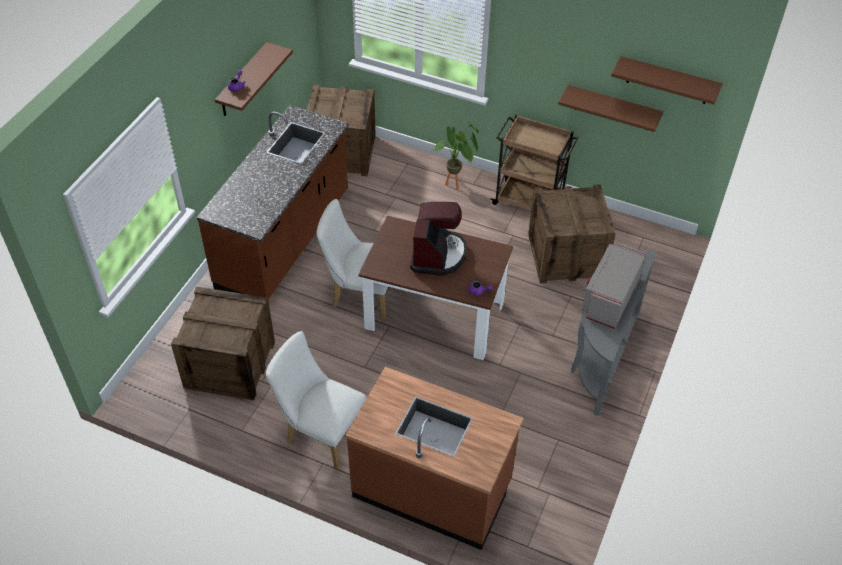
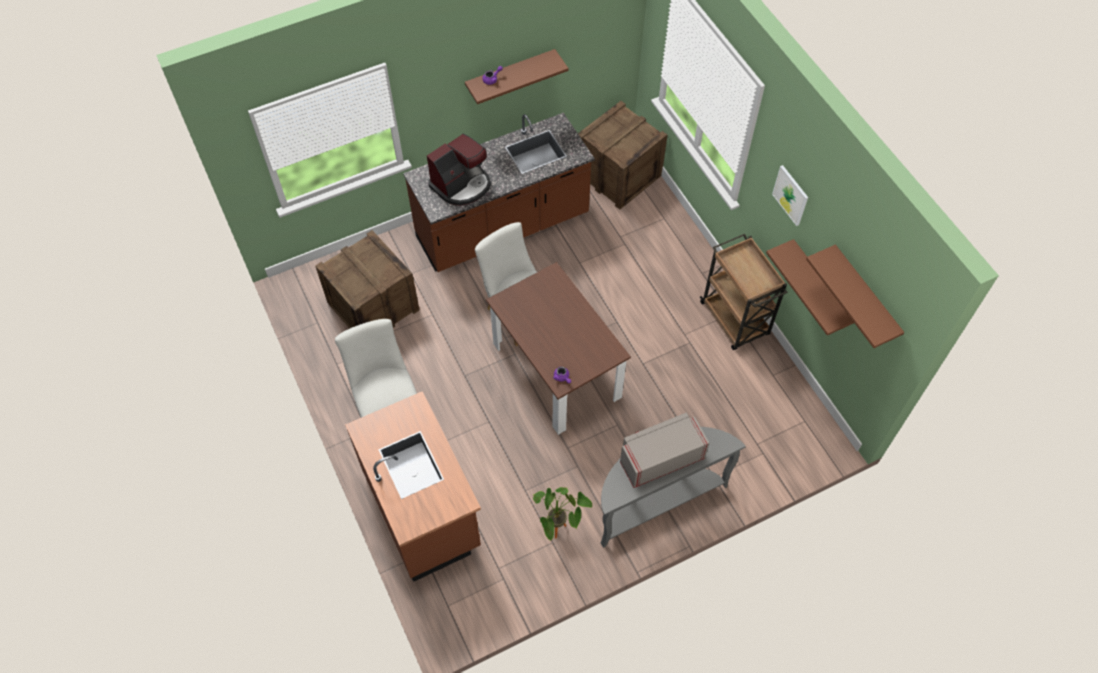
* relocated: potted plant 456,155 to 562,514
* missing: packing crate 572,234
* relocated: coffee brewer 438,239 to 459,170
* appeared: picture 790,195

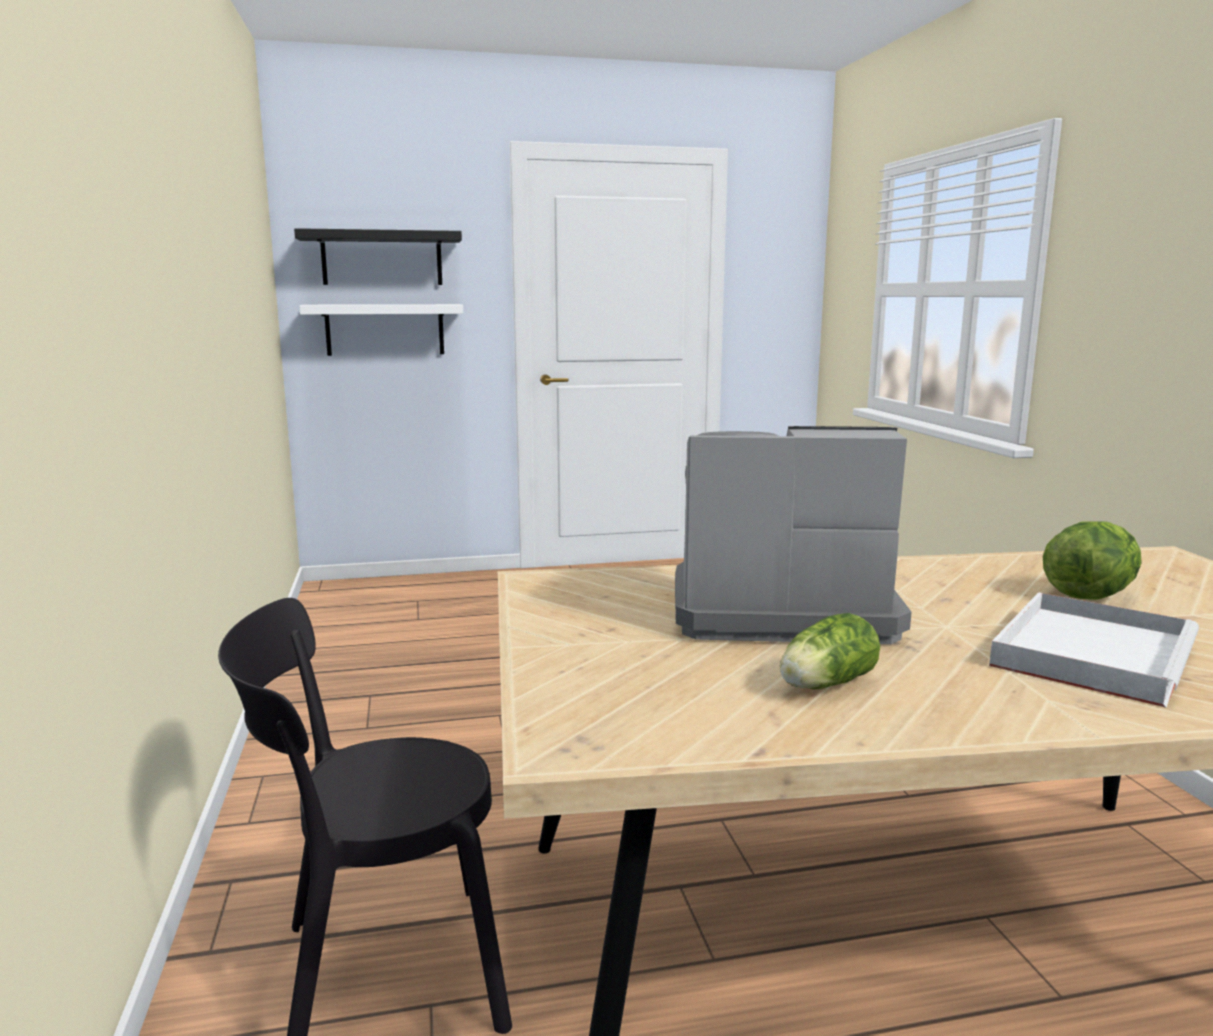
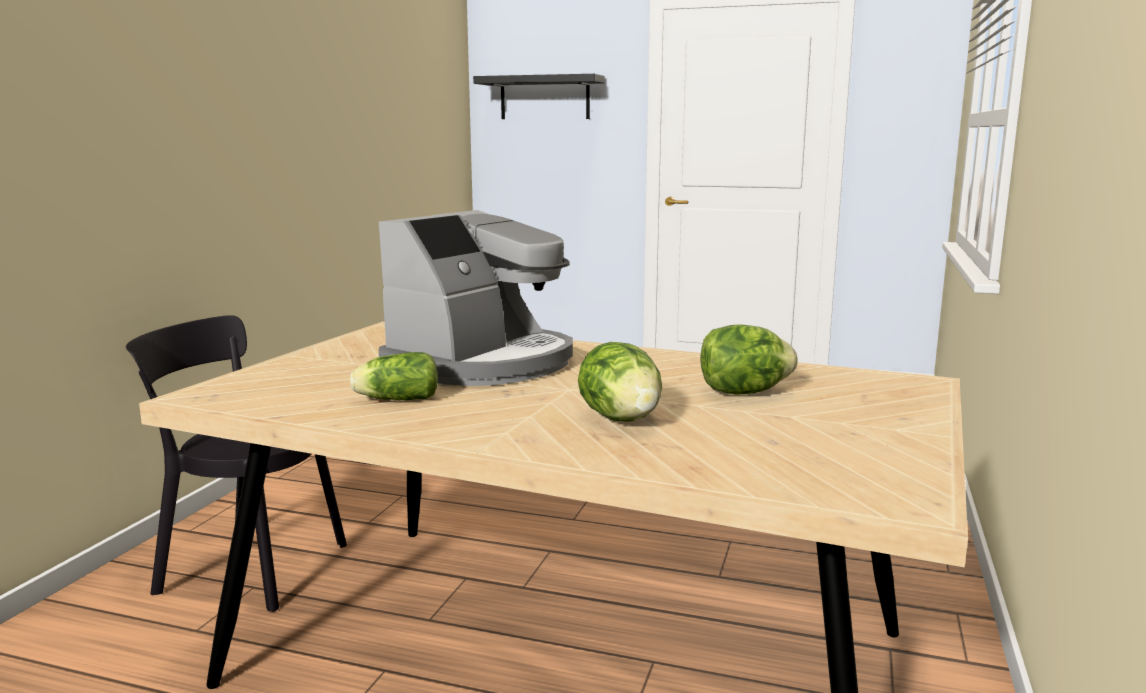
* missing: white wall shelf 381,330
* spun: coffee brewer 793,535 = 476,298 90 degrees clockwise
* exchanged: white carrying tray 1094,650 to lettuce 620,382

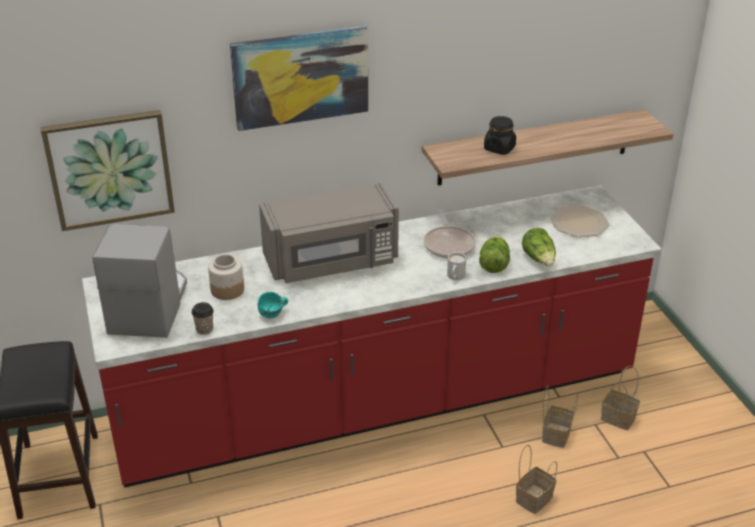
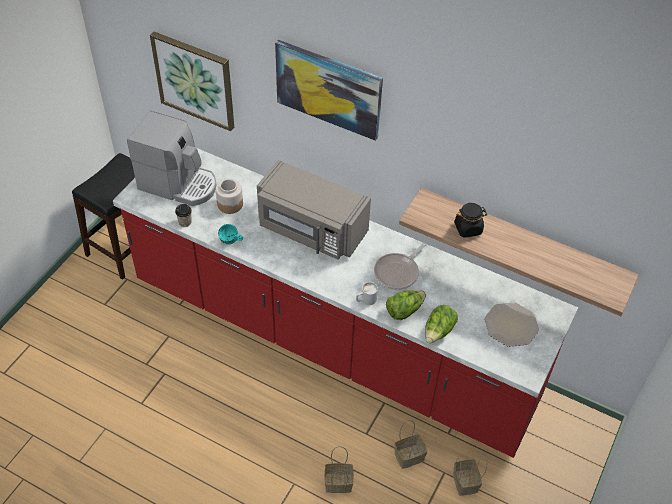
* spun: coffee brewer 139,281 = 172,158 60 degrees clockwise

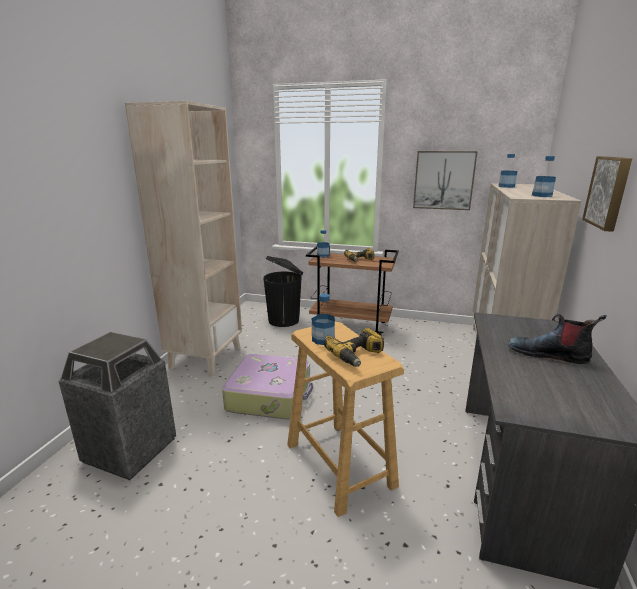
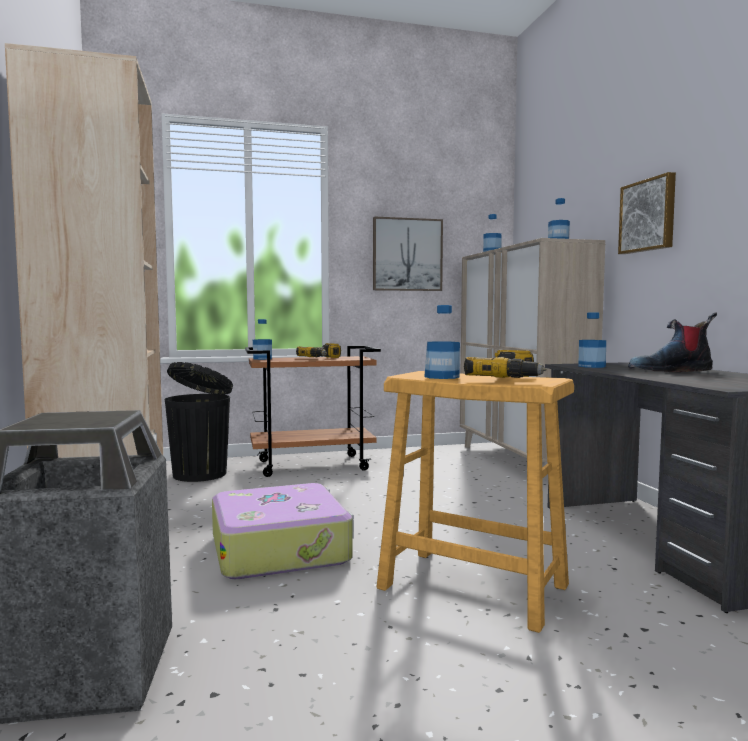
* appeared: drink bottle 592,340

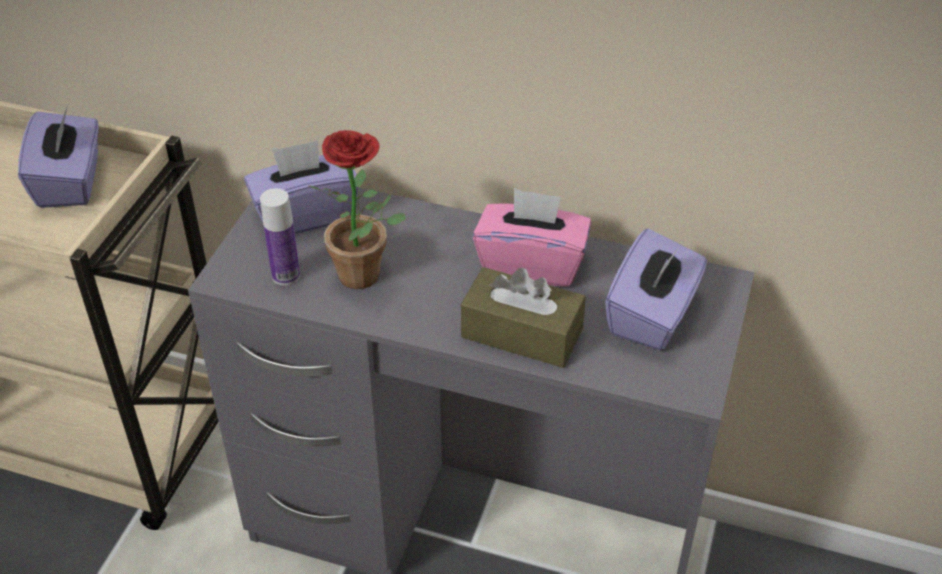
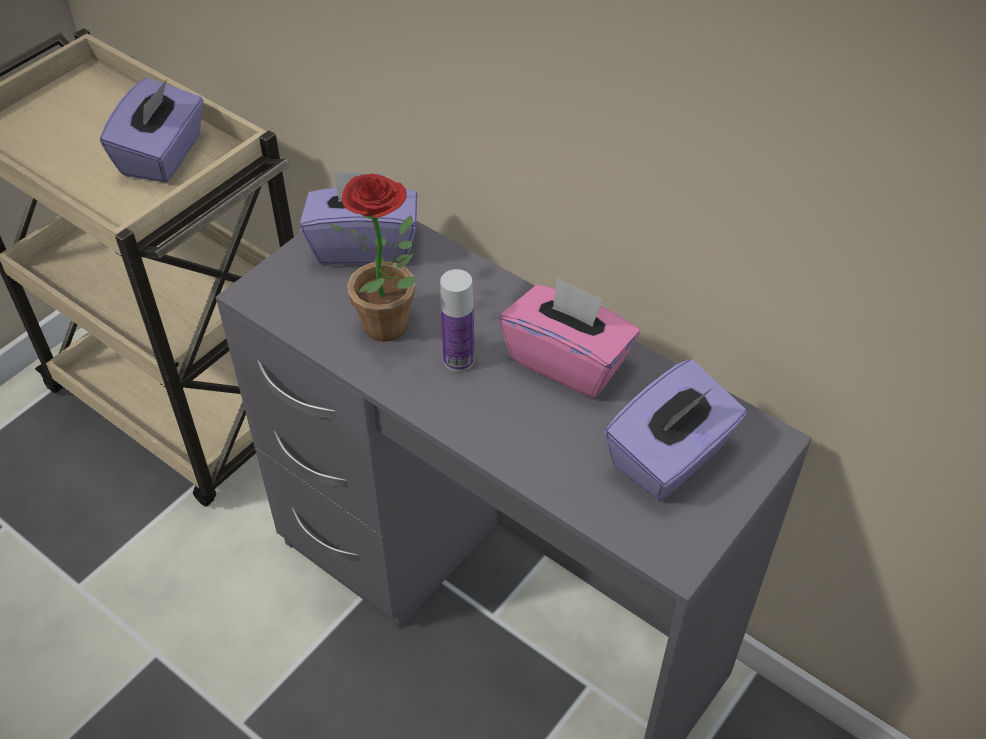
* relocated: drink bottle 280,237 to 457,320
* missing: brownish tissue holder 523,317

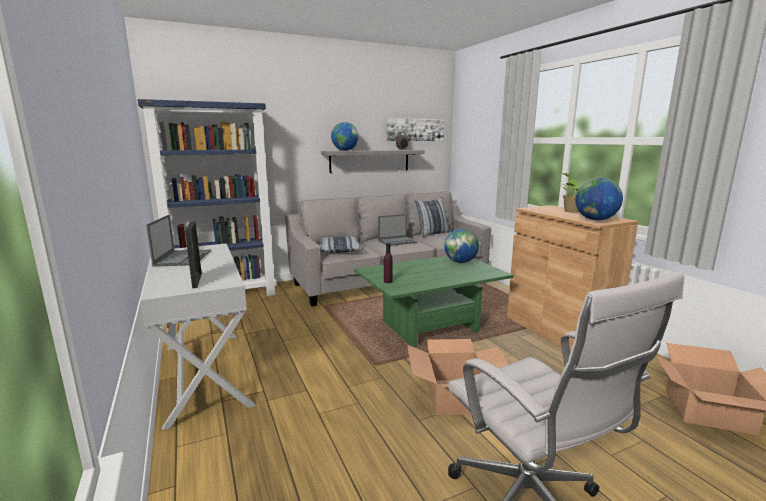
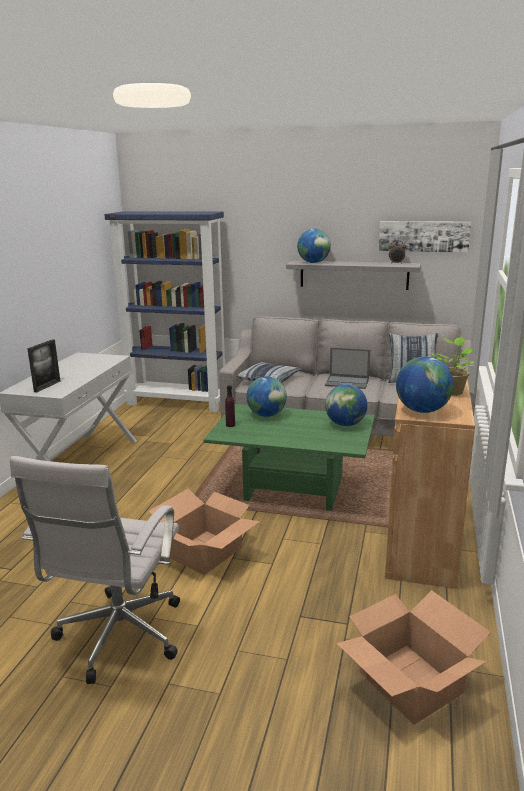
* missing: portable computer 178,241
* appeared: desk globe 266,396

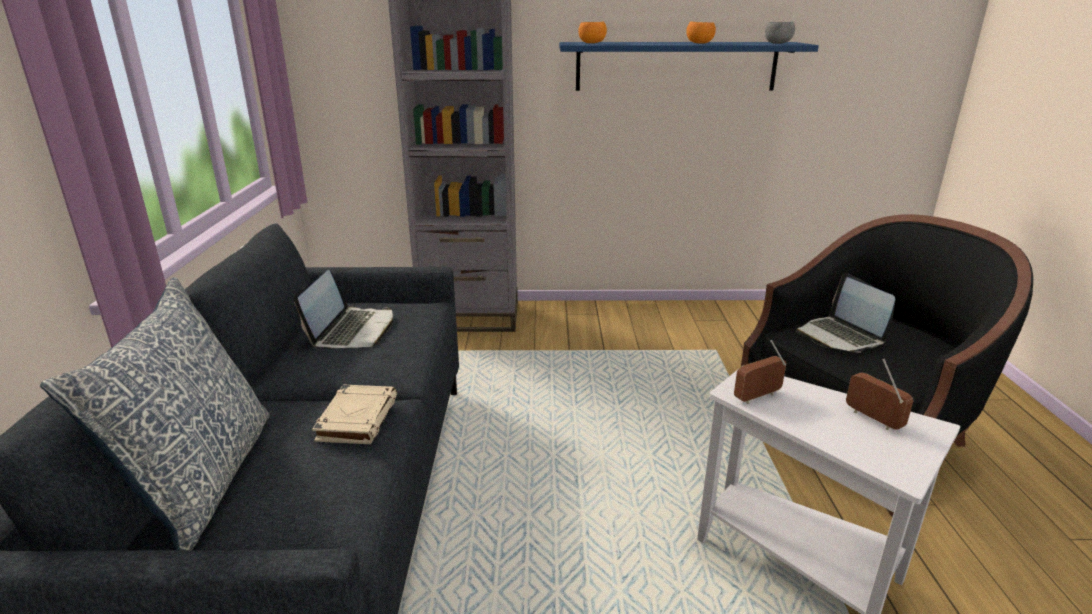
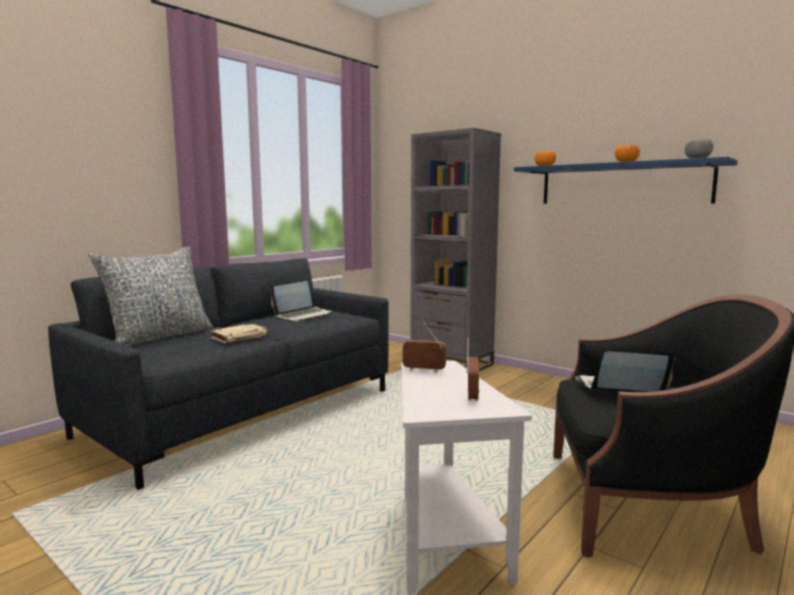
* spun: portable computer 846,313 = 625,371 75 degrees clockwise

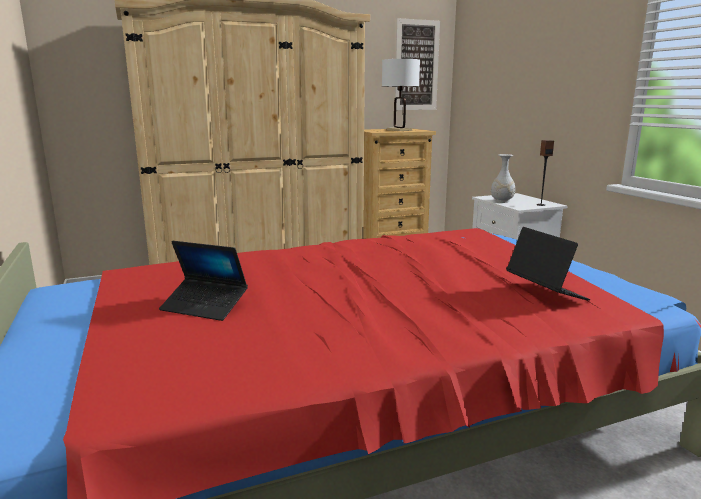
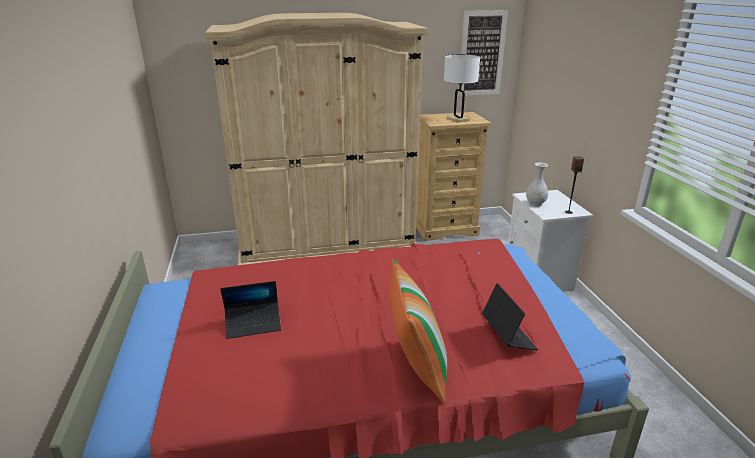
* spun: portable computer 203,281 = 250,310 45 degrees counterclockwise
* appeared: pillow 418,331

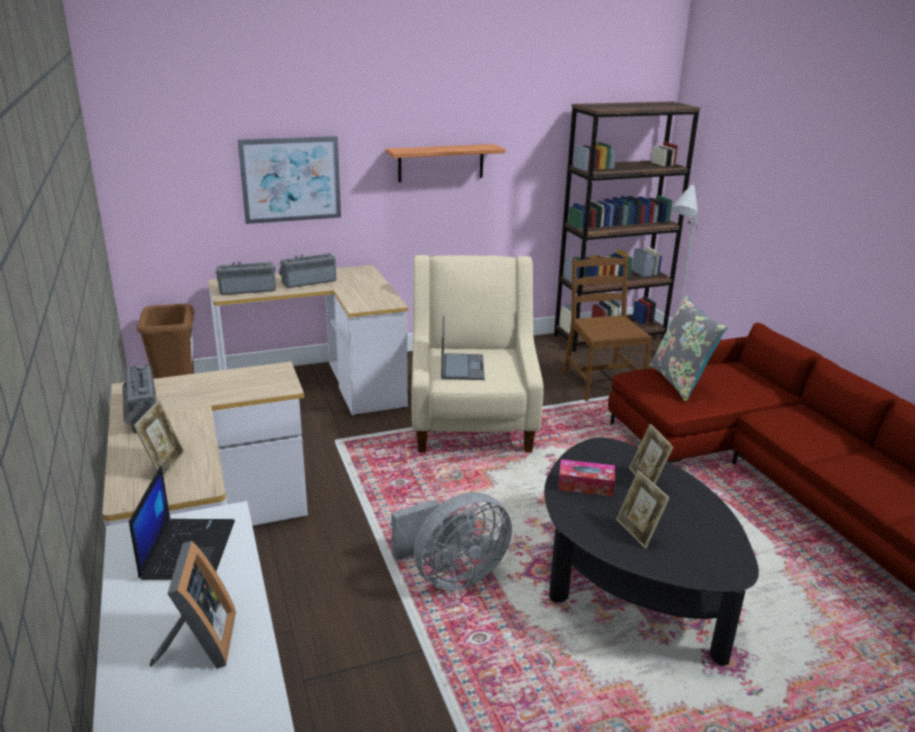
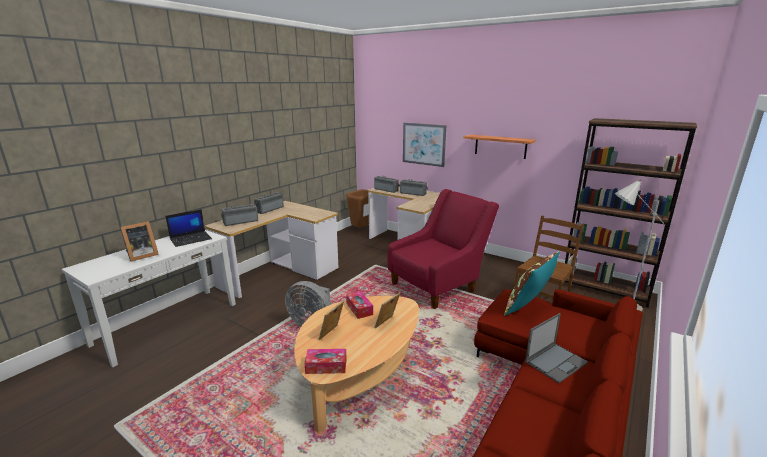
* colour: sand-coloured easy chair 477,353 to reddish easy chair 443,249
* colour: greyish pillow 688,349 to brownish pillow 532,283
* relocated: portable computer 463,348 to 556,348
* exchanged: picture frame 159,439 to radio 239,215
* colour: blackish low table 651,552 to sand-coloured low table 356,364
* appeared: tissue holder 325,361

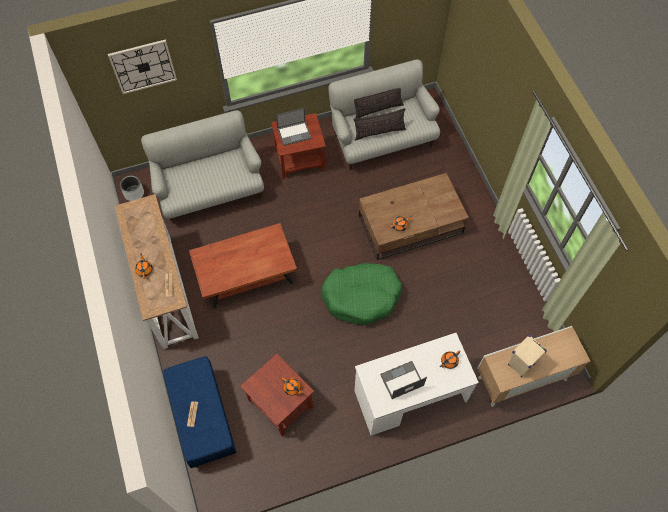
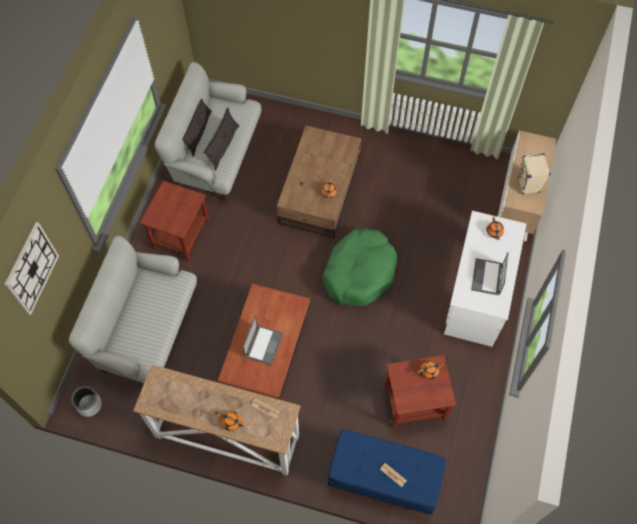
* relocated: portable computer 294,127 to 263,340

